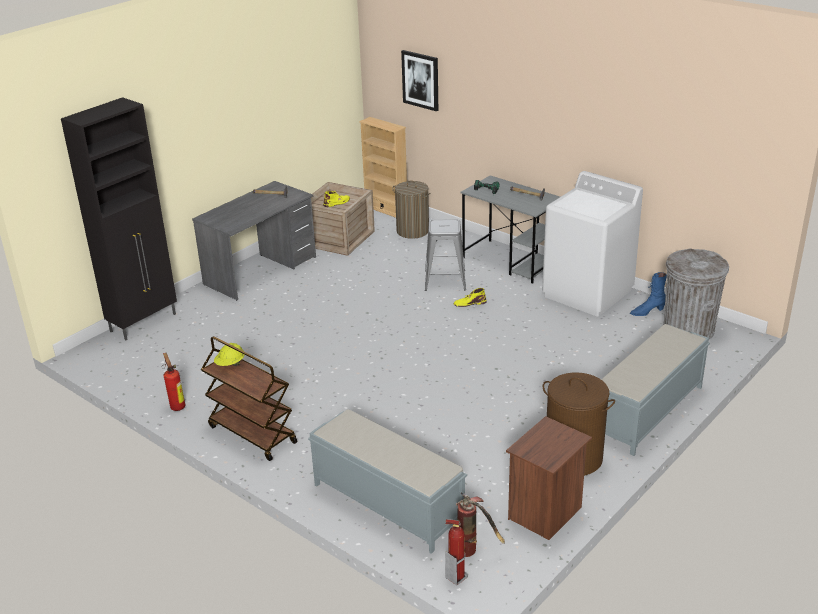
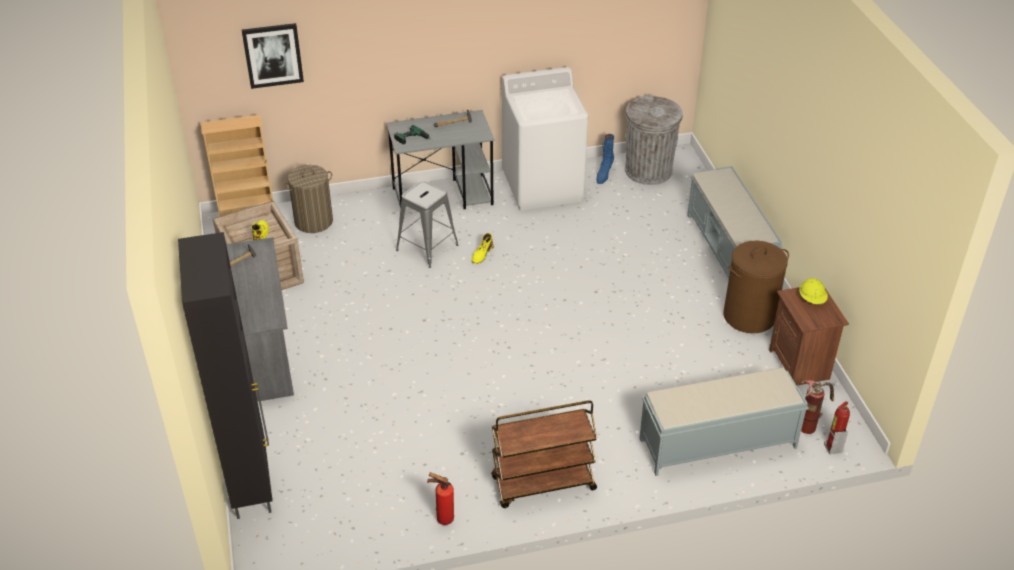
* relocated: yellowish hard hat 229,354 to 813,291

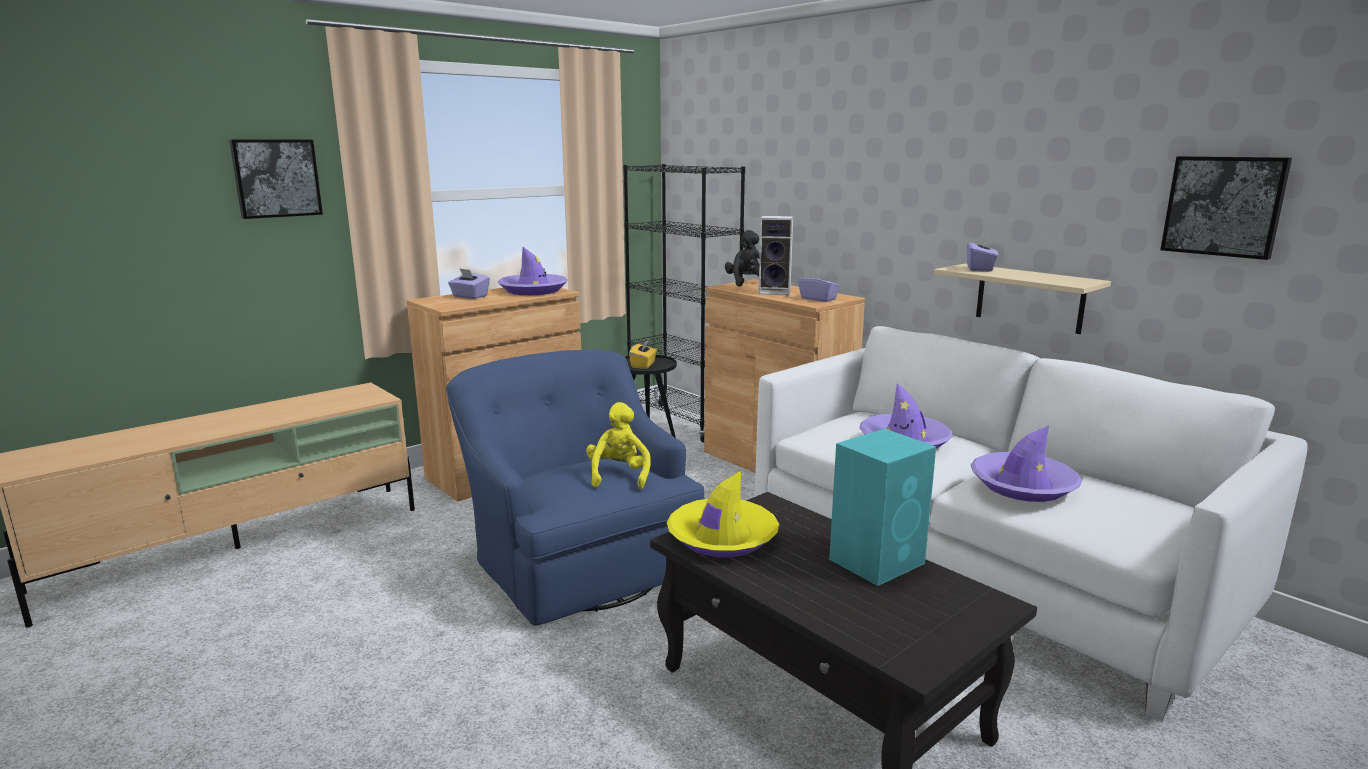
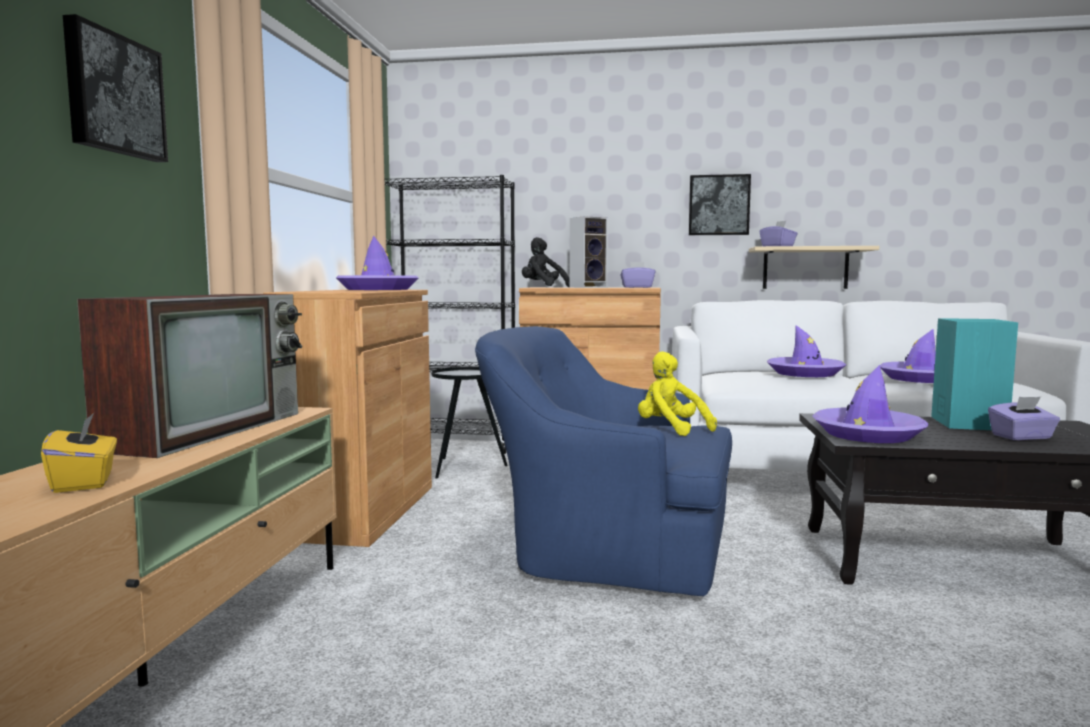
* relocated: picture 1226,208 to 719,204
* relocated: purple tissue holder 469,284 to 1024,418
* relocated: yellowish tissue holder 643,354 to 79,453
* colour: yellowish wearable hat 723,514 to purple wearable hat 870,404
* appeared: TV set 190,376

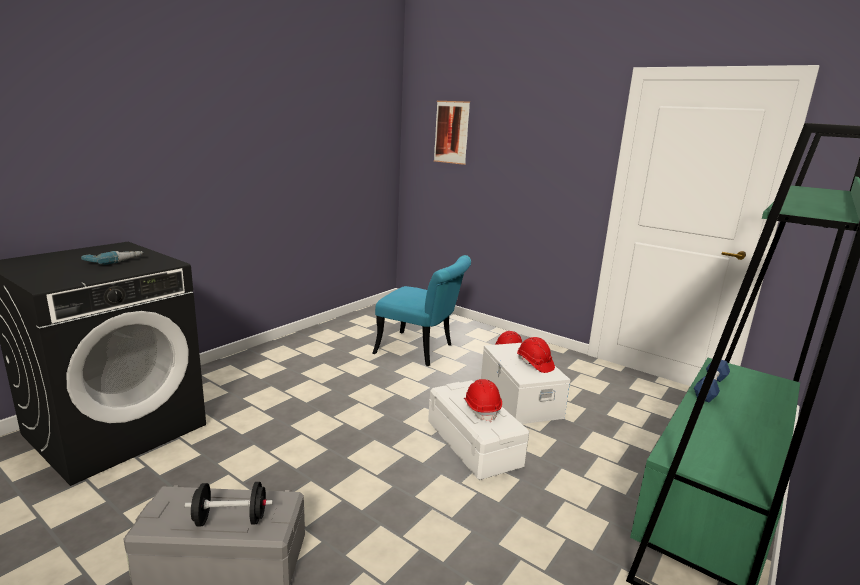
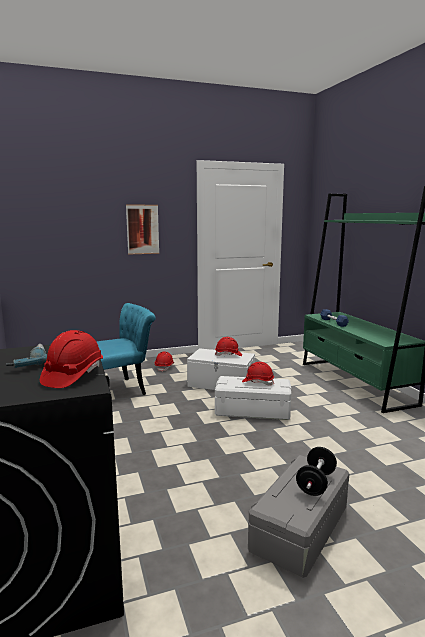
* relocated: picture 452,133 to 142,229
* appeared: reddish hard hat 71,359

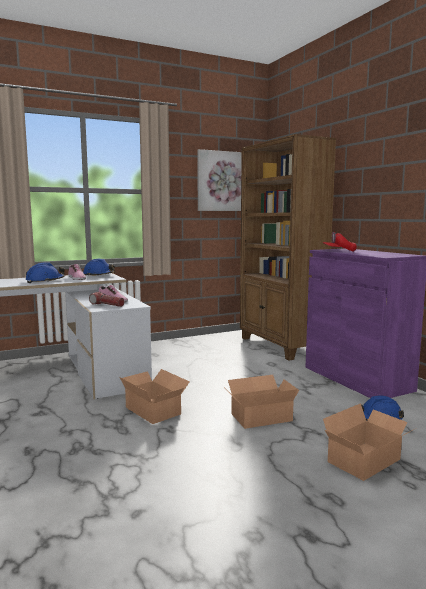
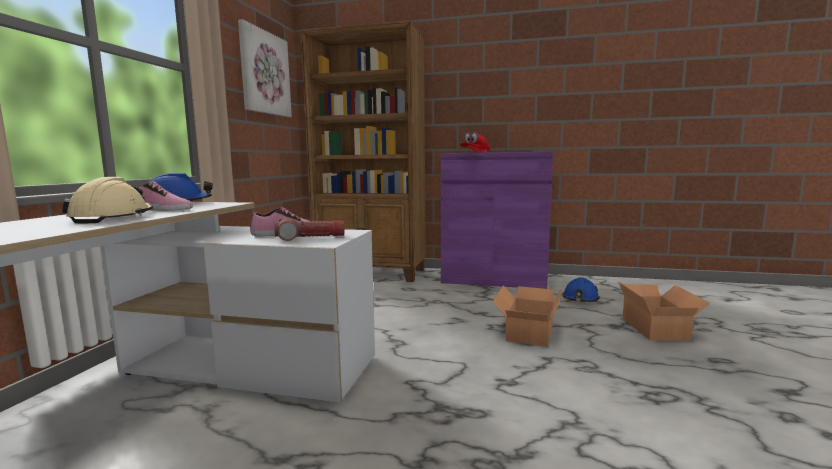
* colour: blue hard hat 45,272 to sand-coloured hard hat 107,200
* missing: packing box 154,396

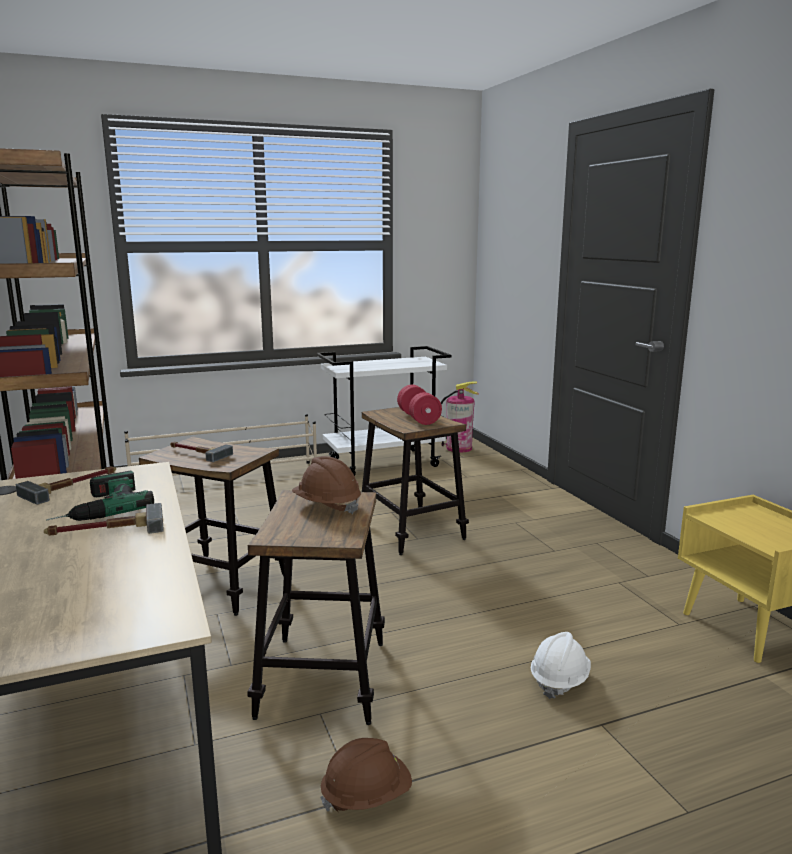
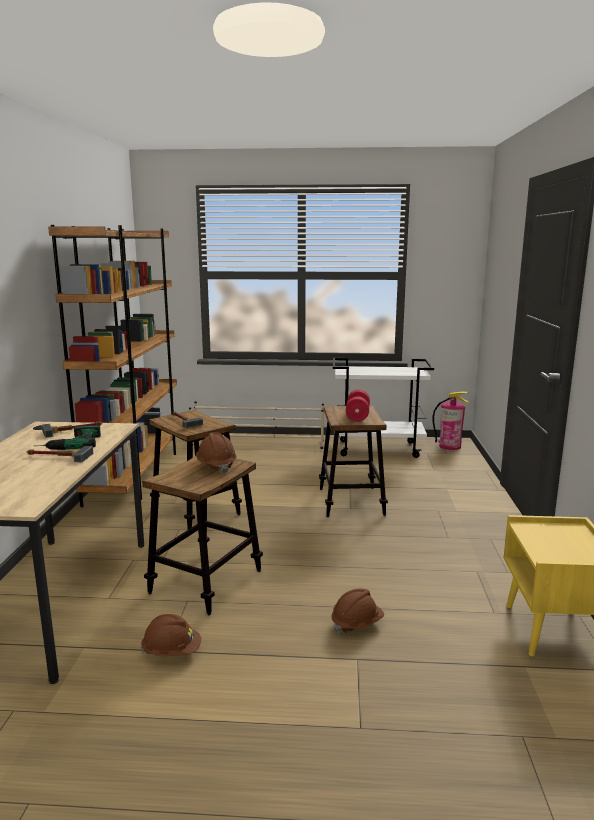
* colour: white hard hat 561,665 to brownish hard hat 357,611

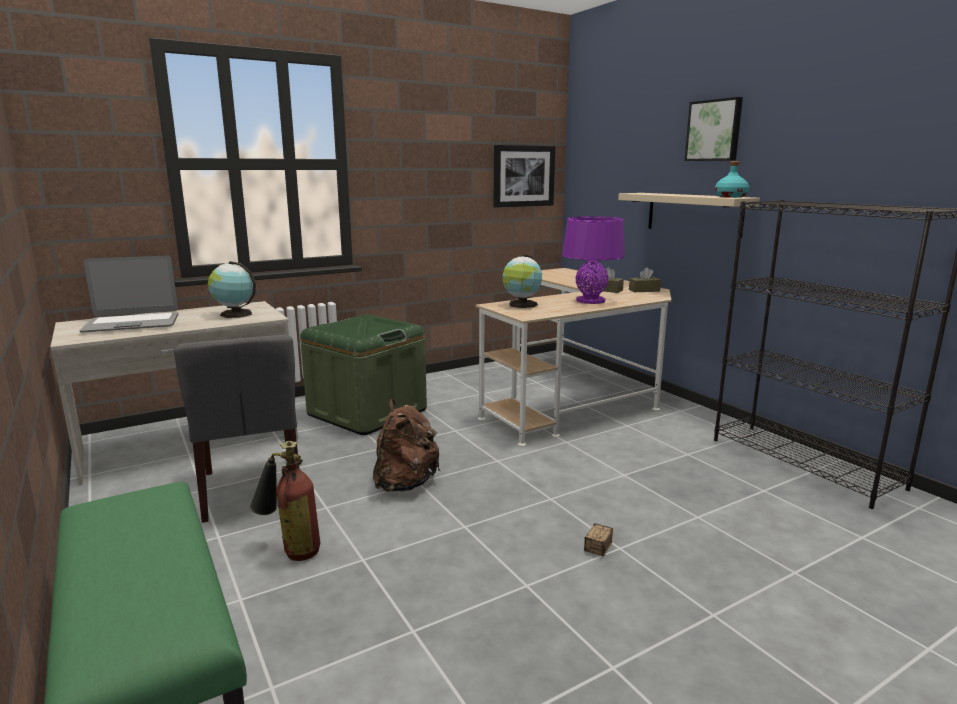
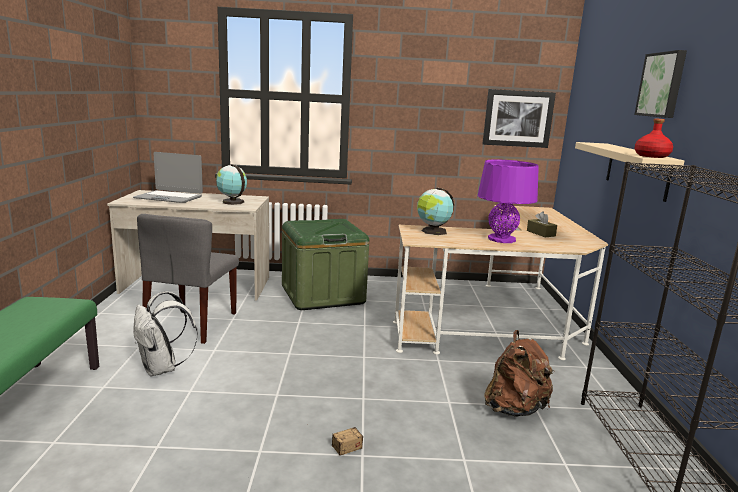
* colour: blue-green drink bottle 732,179 to reddish drink bottle 653,138
* missing: brownish tissue holder 645,279
* relocated: brownish rucksack 406,445 to 519,373
* exchanged: fire extinguisher 285,501 to white rucksack 165,334

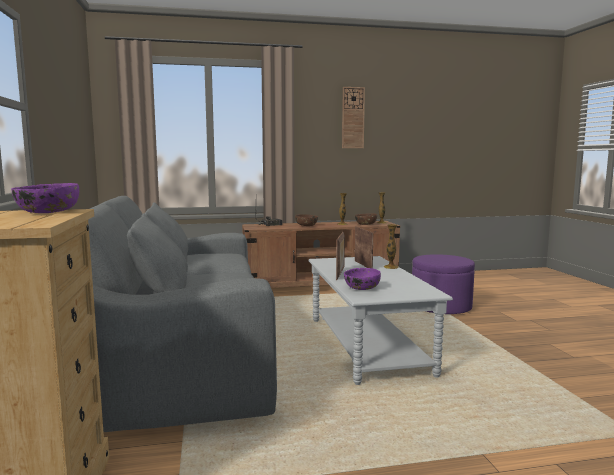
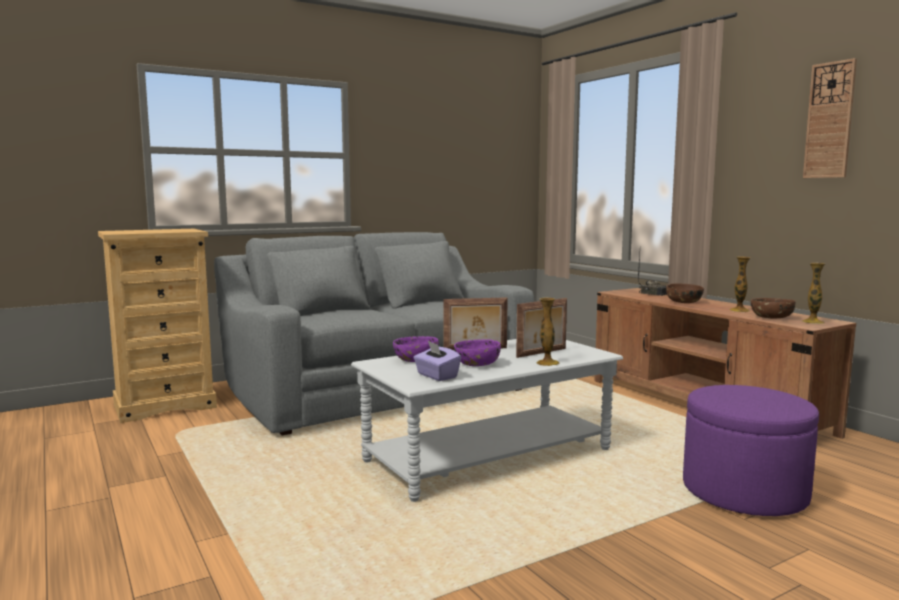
* relocated: purple bowl 45,198 to 477,352
* appeared: purple tissue holder 437,361

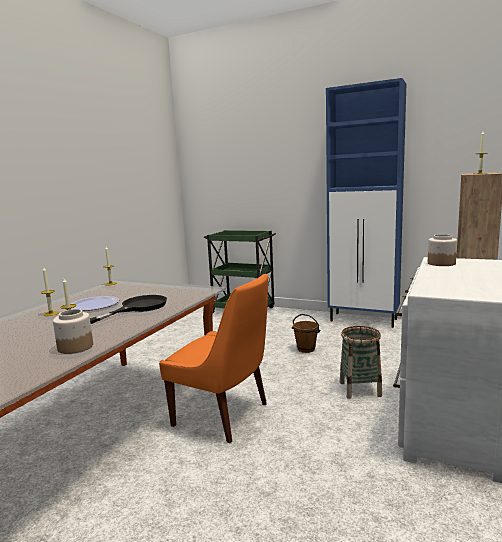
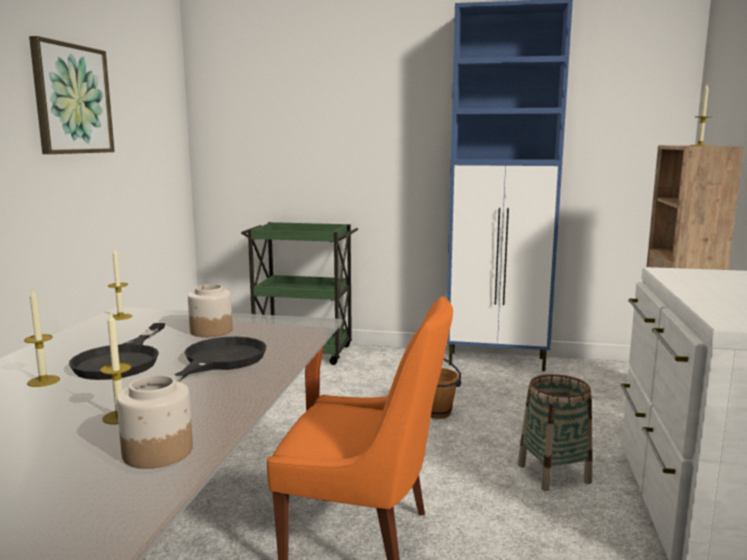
* relocated: storage jar 442,250 to 210,310
* exchanged: plate 95,303 to blackish skillet 117,351
* appeared: picture 72,95

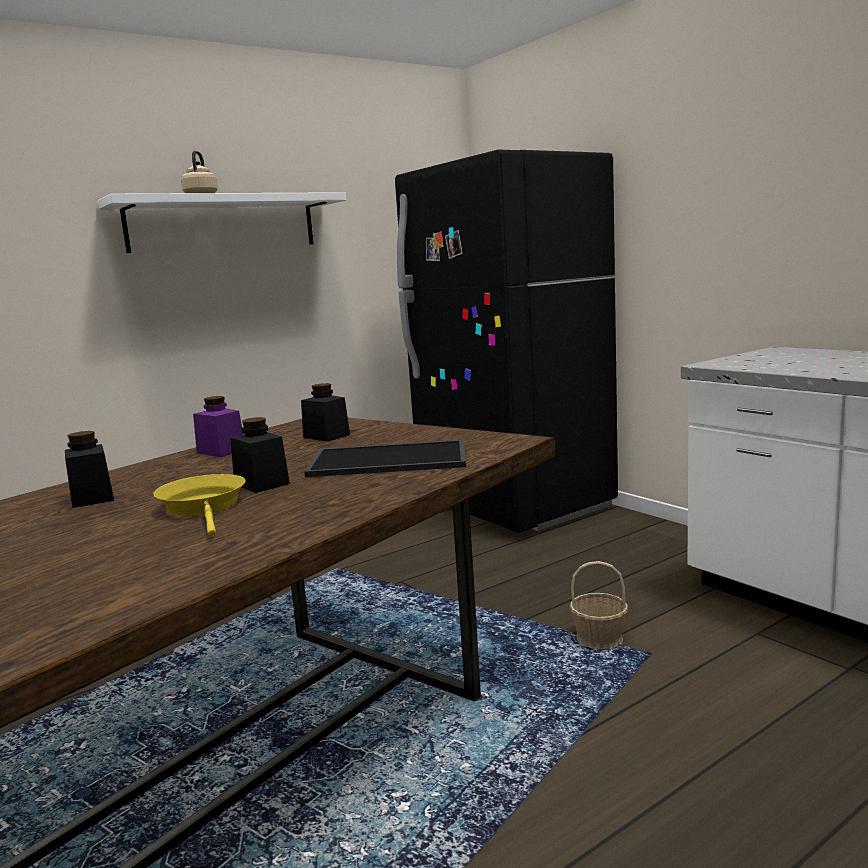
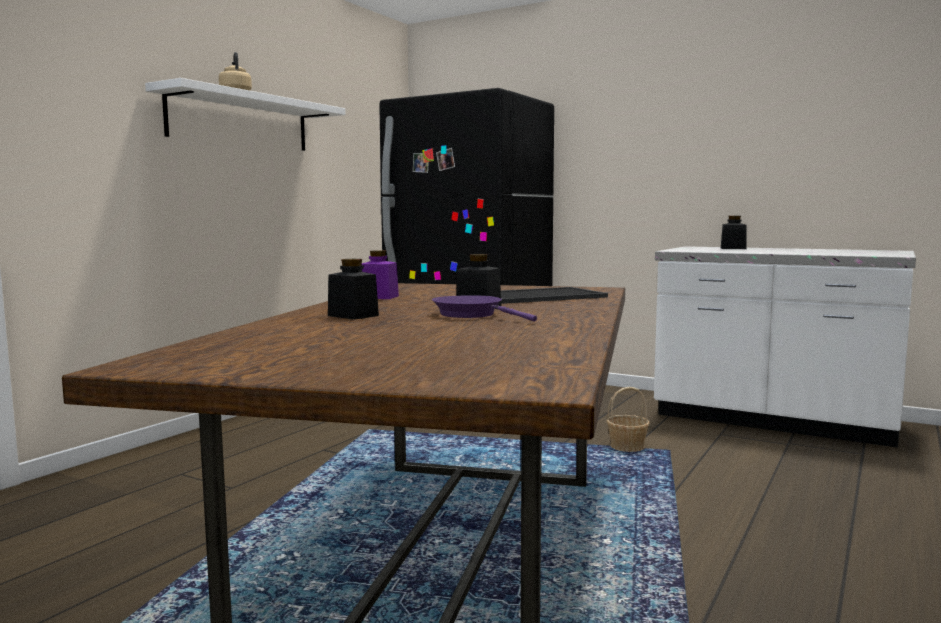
* relocated: blackish storage jar 325,412 to 734,232
* colour: yellowish skillet 199,505 to purple skillet 484,308

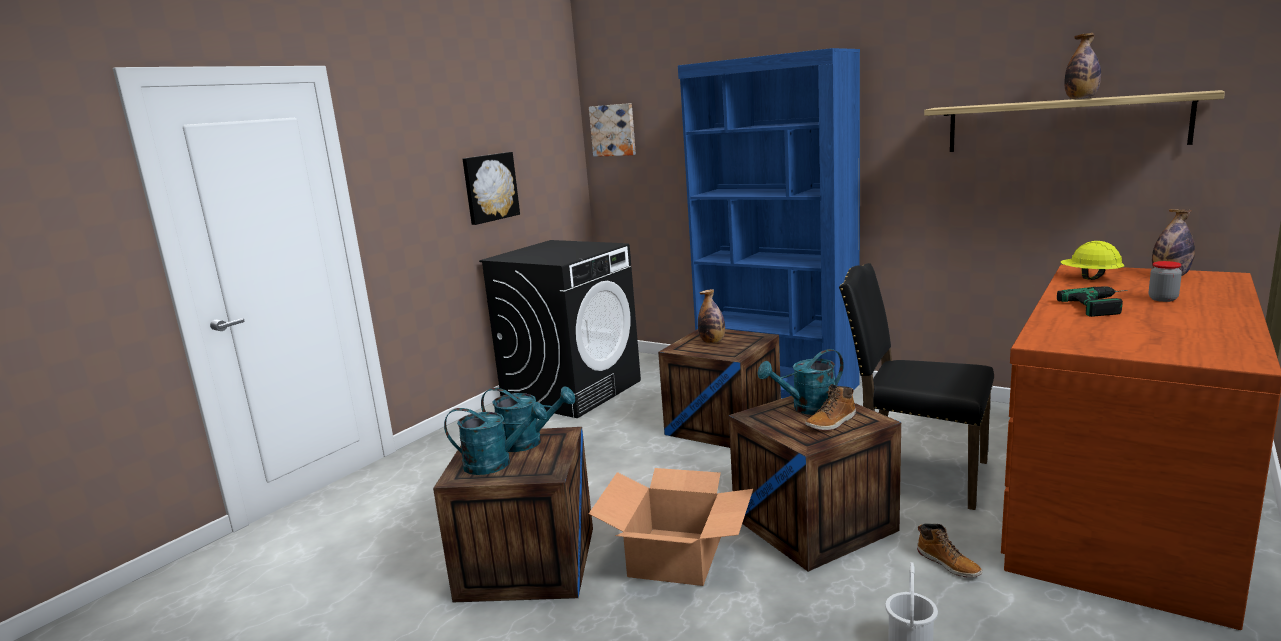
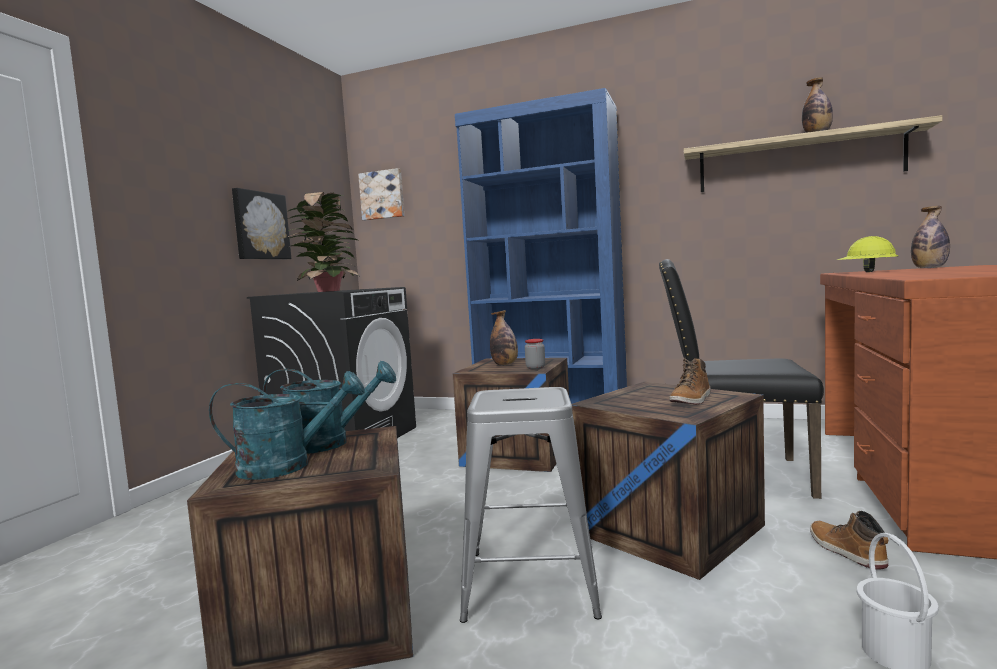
* relocated: storage jar 1165,281 to 535,354
* missing: drill 1092,302
* missing: blue-green watering pot 800,382
* exchanged: packing box 671,527 to greyish stool 531,505
* spun: high-top boot 949,550 = 849,540 150 degrees counterclockwise
* appeared: potted plant 323,242

